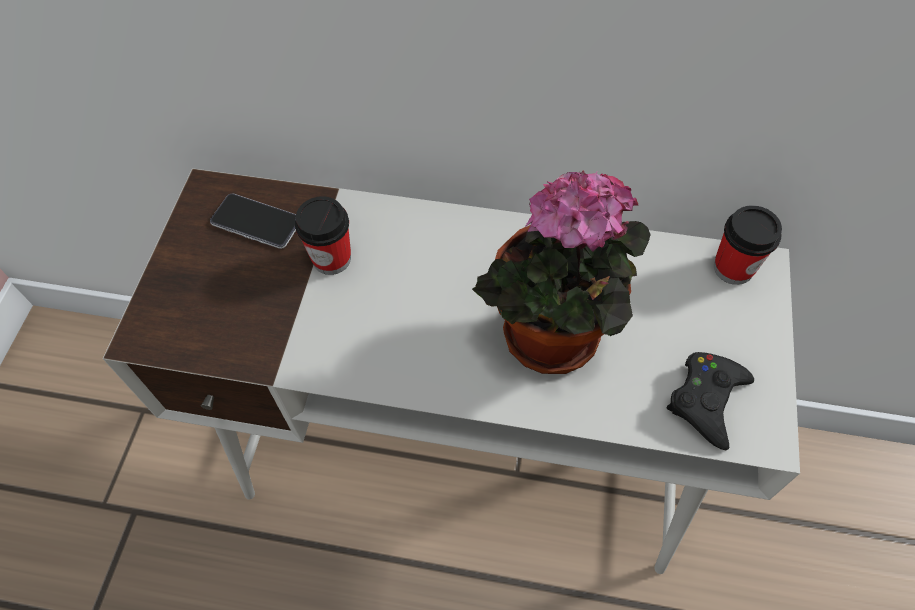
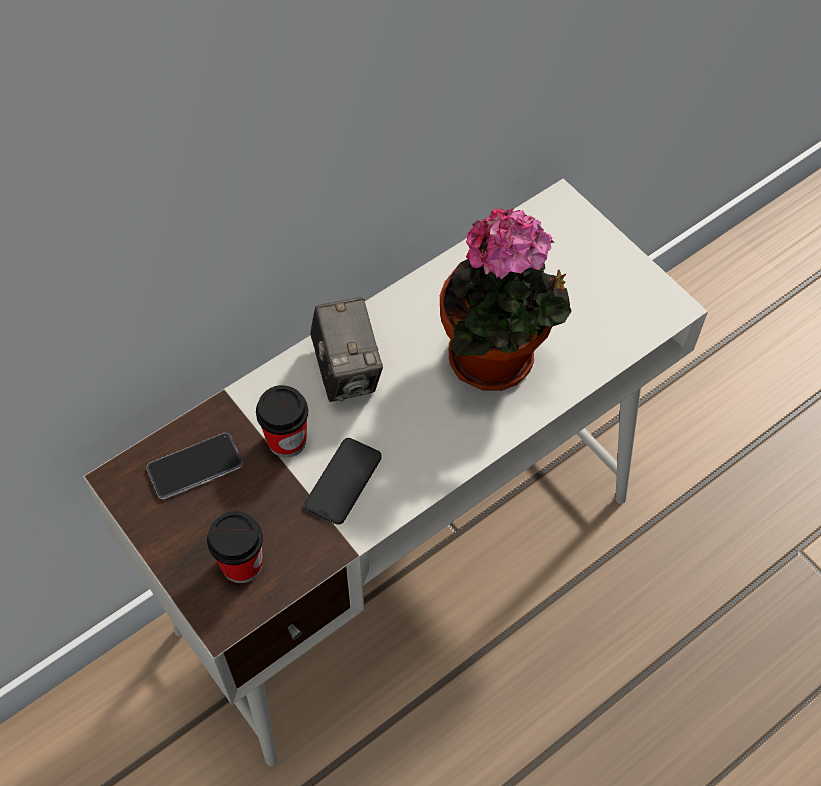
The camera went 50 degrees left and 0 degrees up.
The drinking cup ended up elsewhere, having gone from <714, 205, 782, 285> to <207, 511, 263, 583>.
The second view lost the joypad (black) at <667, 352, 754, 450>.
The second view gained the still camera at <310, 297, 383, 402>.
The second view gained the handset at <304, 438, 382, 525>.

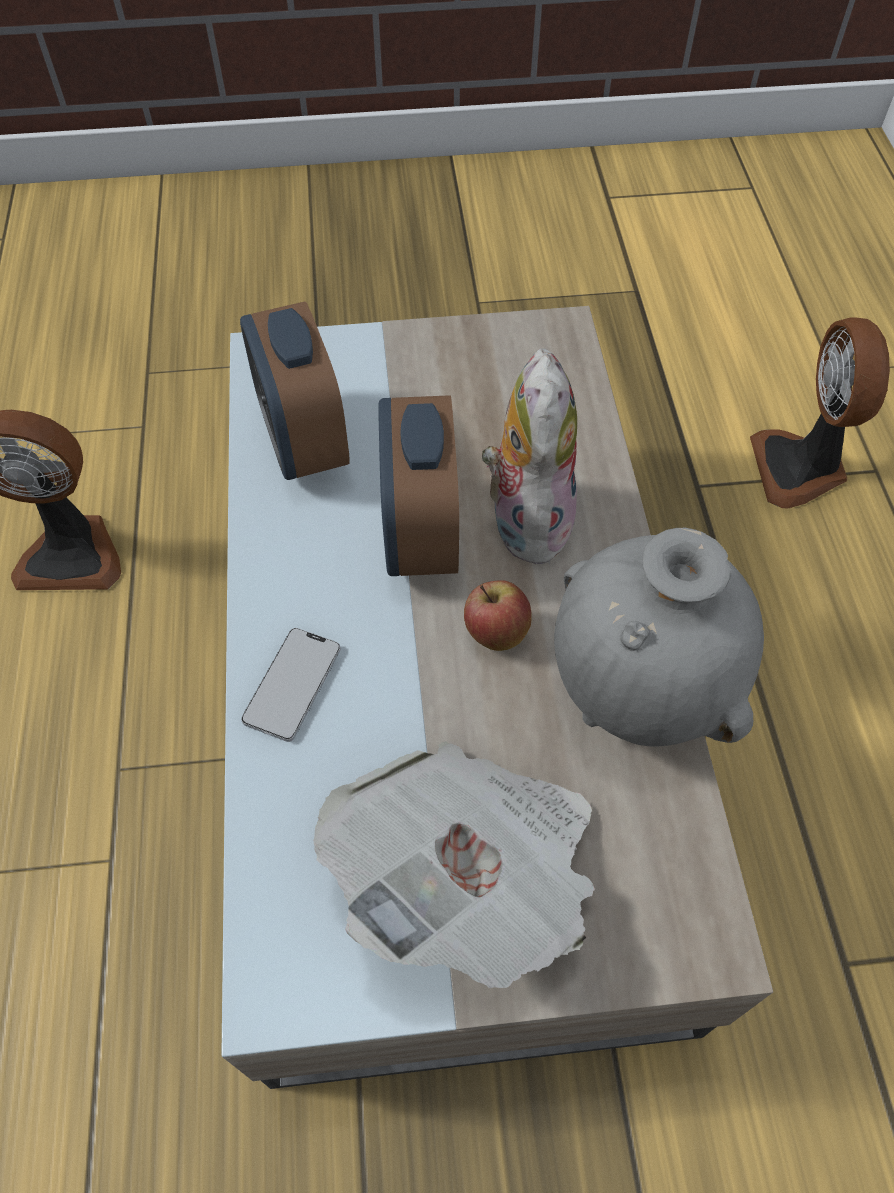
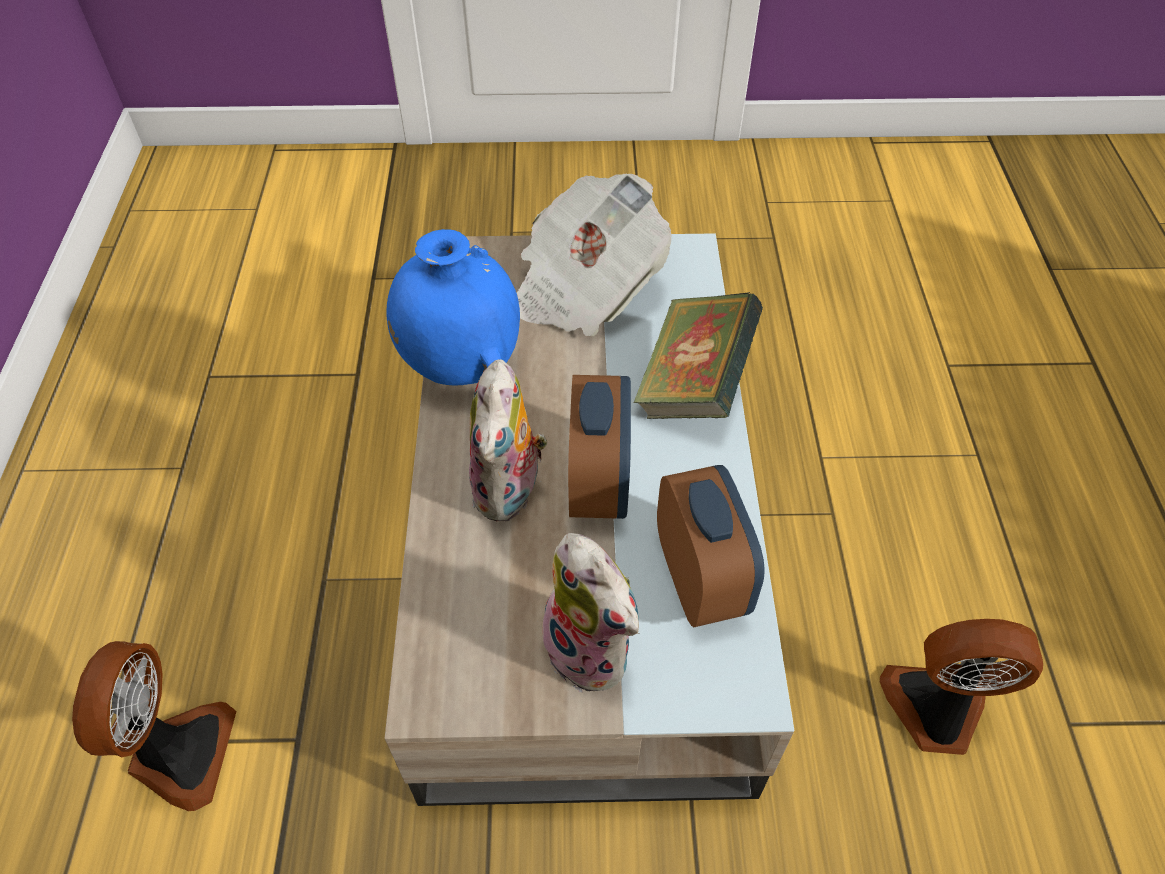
The camera went 175 degrees left and 5 degrees down.
What was the vase (gray) at <554, 528, 764, 747> turned into the vase (bluish) at <386, 229, 520, 385>.
The second view lost the whole apple at <464, 580, 532, 651>.
Where the handset stood at <241, 628, 341, 742>, the bound book came to stand at <633, 292, 763, 419>.
The second view gained the soft toy at <539, 533, 640, 693>.

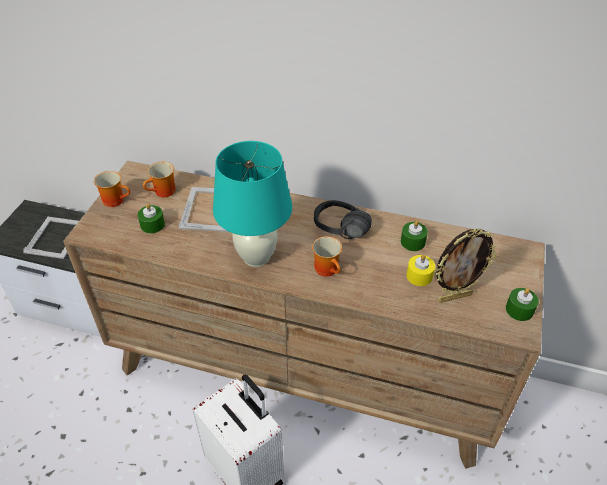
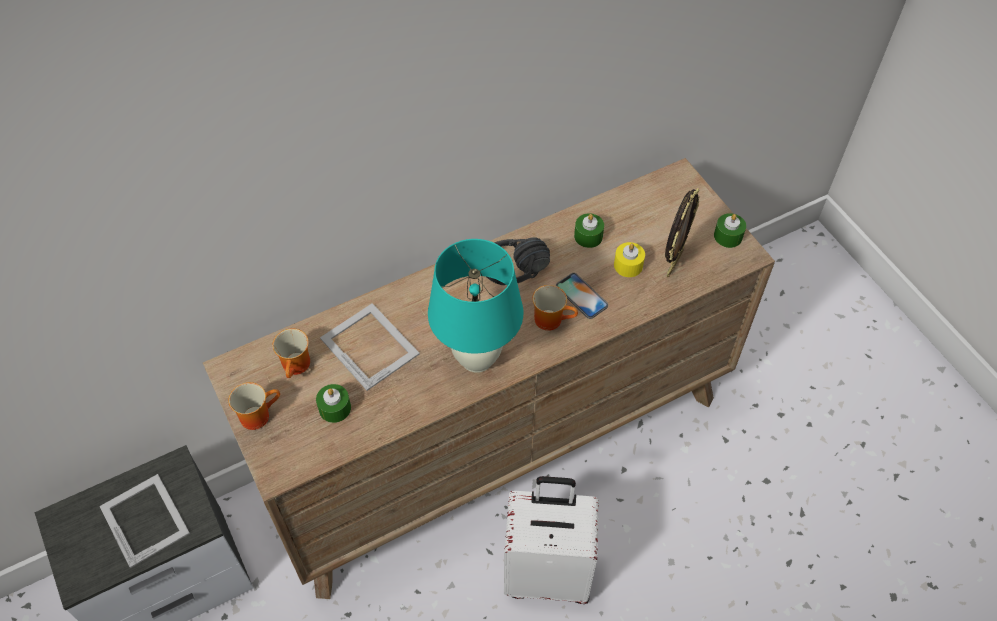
The camera went 45 degrees left and 10 degrees up.
The second view gained the handset at <556, 273, 608, 319>.

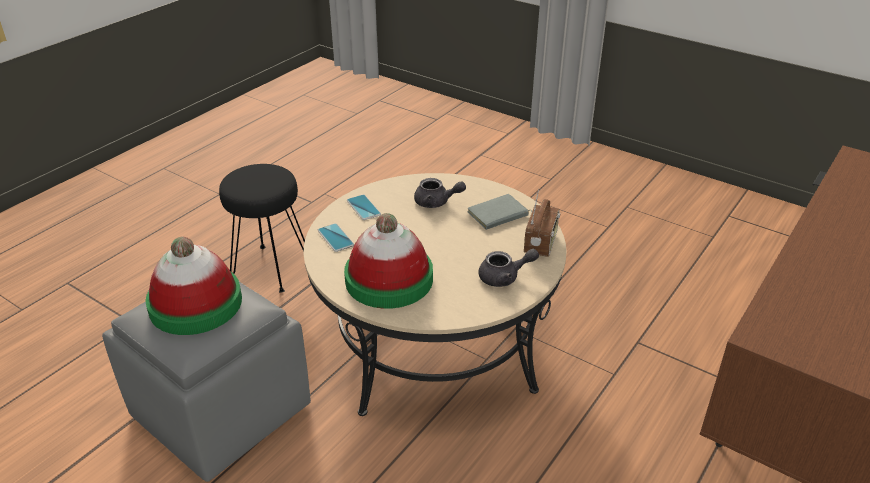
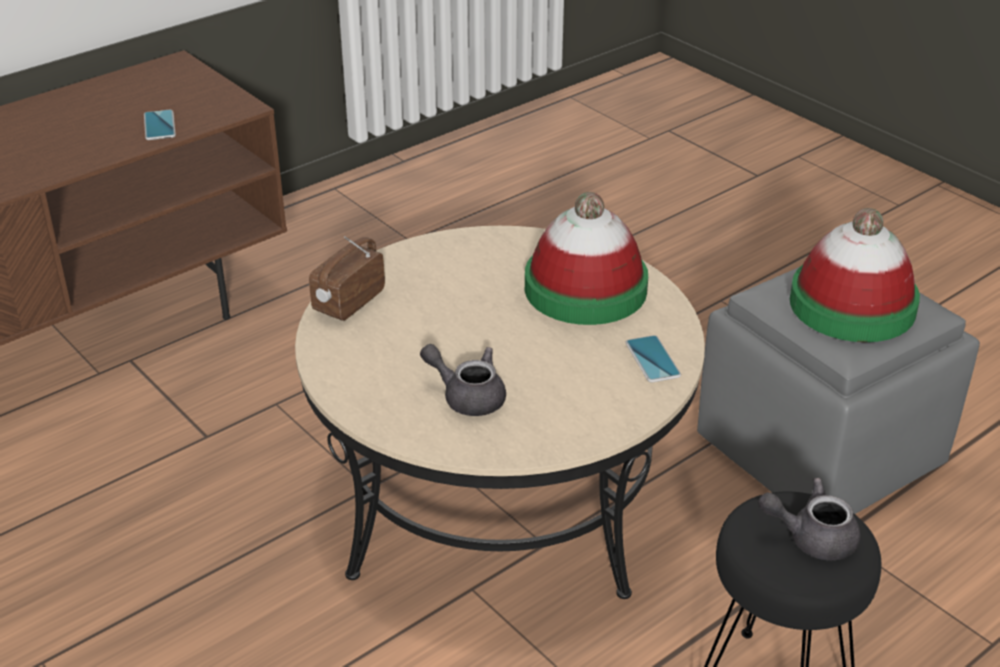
The camera went 165 degrees left and 0 degrees up.
The second view lost the bound book (gray) at <468, 194, 532, 230>.
The handset ended up elsewhere, having gone from <347, 195, 381, 220> to <144, 110, 176, 140>.
The teapot (gray) ended up elsewhere, having gone from <478, 249, 539, 287> to <758, 478, 861, 560>.

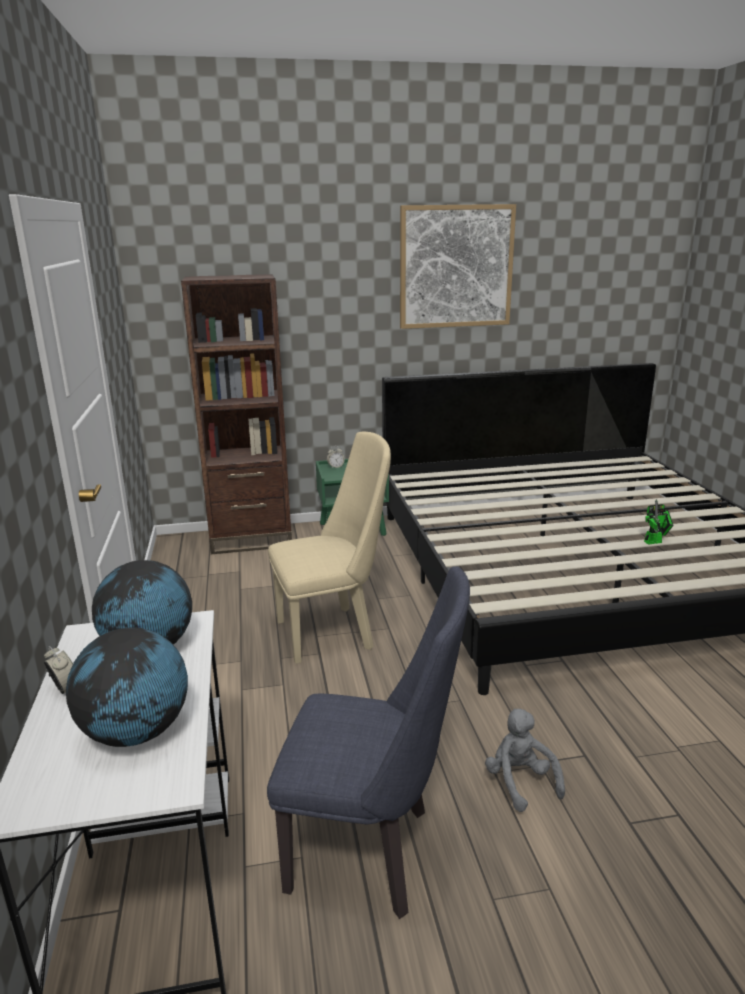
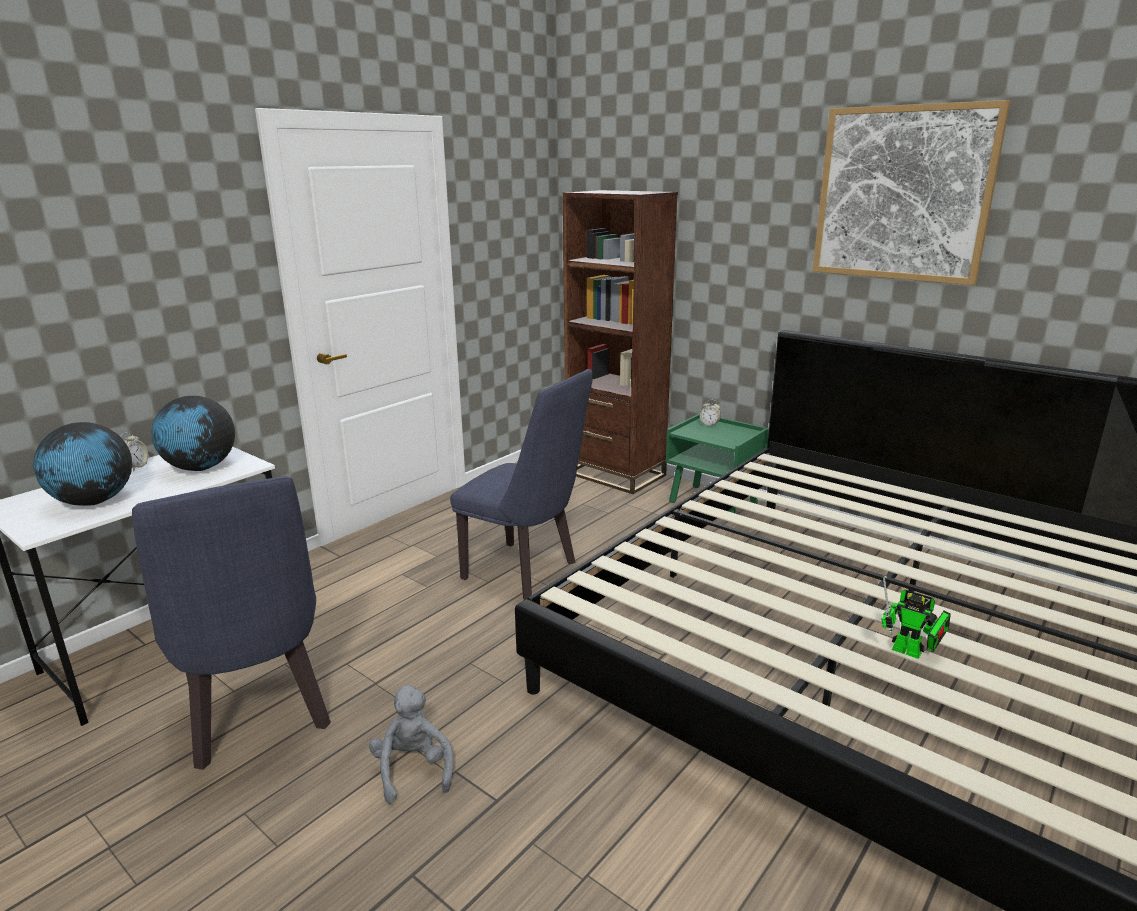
The camera went 50 degrees right and 0 degrees up.
What was the plain chair (beige) at <268, 432, 391, 664> turned into the plain chair (bluish) at <450, 369, 593, 600>.
The soft toy (gray) at <485, 709, 565, 812> ended up facing another way, 45 degrees counterclockwise from before.

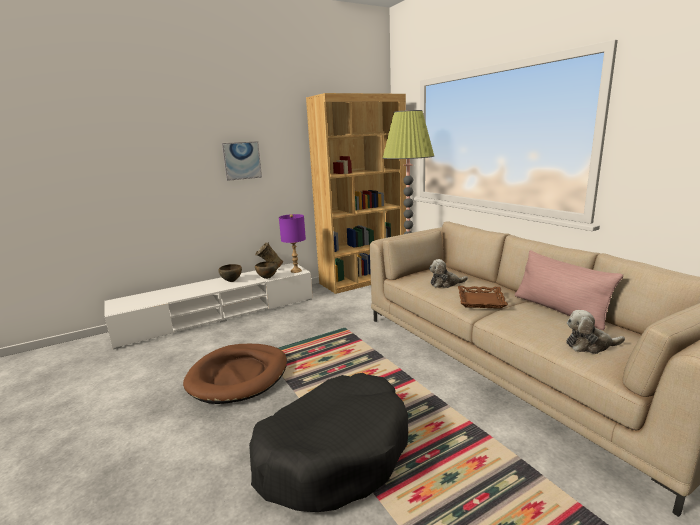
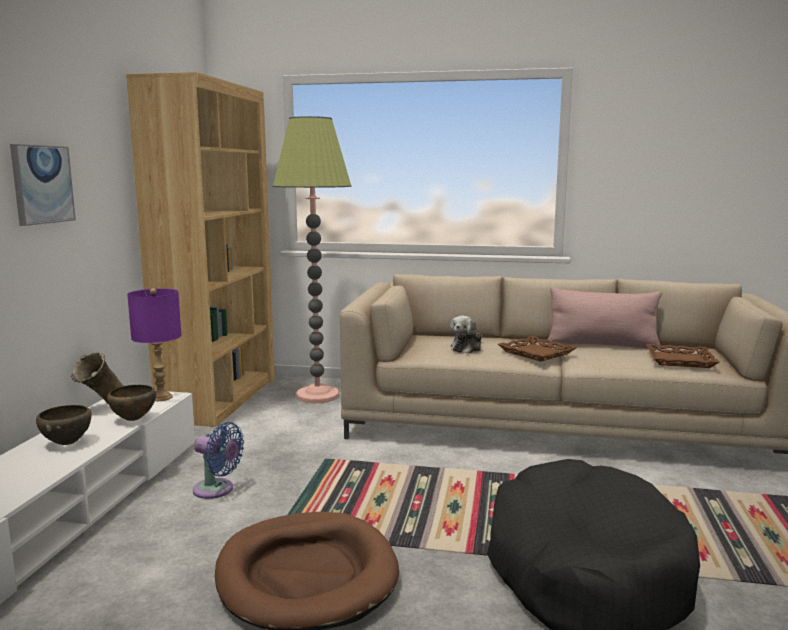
The camera went 50 degrees left and 5 degrees down.
Where the soft toy stood at <566, 310, 625, 354>, the tray (brownish) came to stand at <646, 344, 720, 368>.
The second view gained the fan (bluish) at <193, 422, 244, 499>.

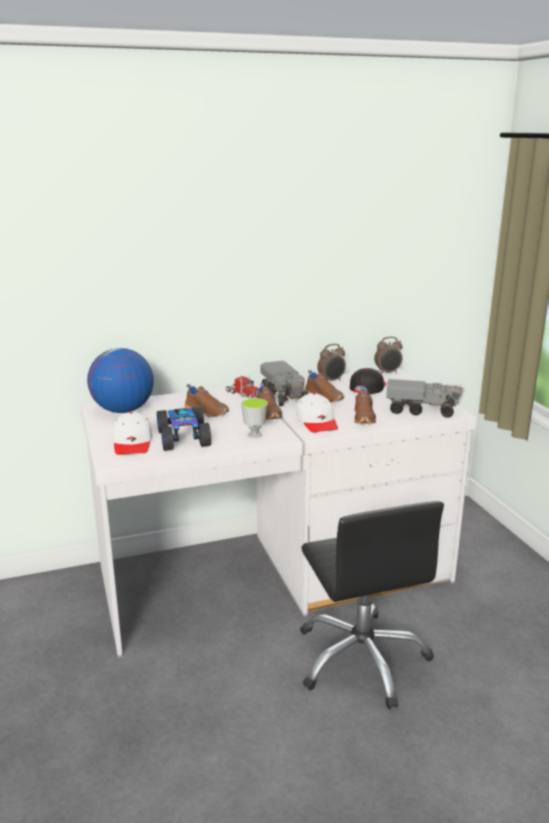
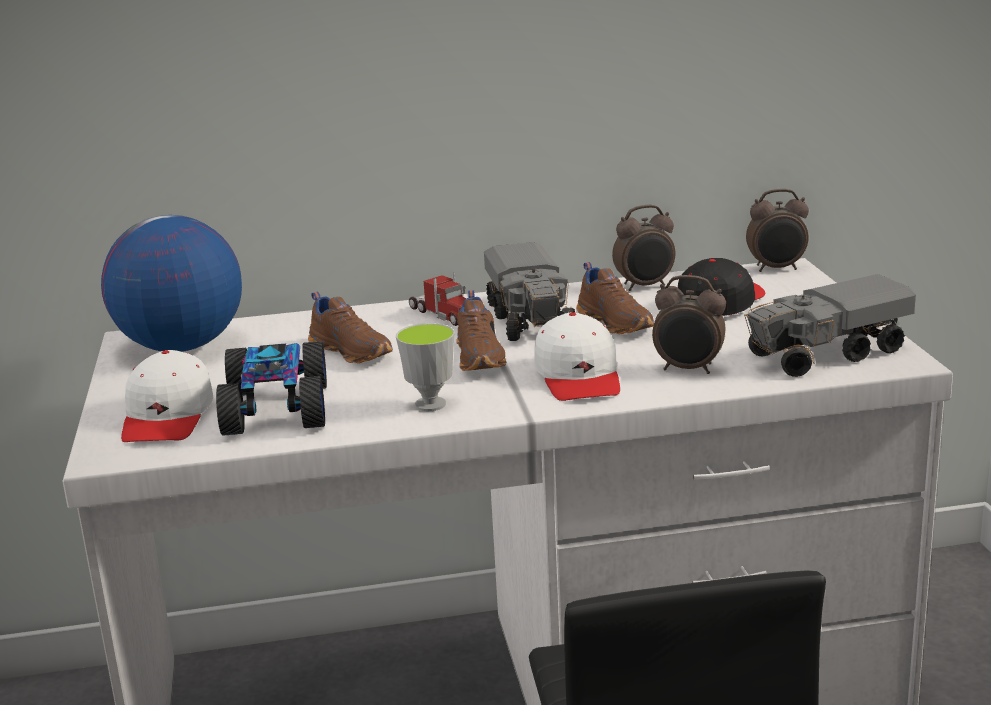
The camera went 10 degrees right and 0 degrees up.
The toy lorry at <386, 379, 465, 418> ended up facing another way, 135 degrees clockwise from before.
Where the item of footwear (brownish) stood at <354, 386, 376, 423>, the bedside clock came to stand at <652, 275, 726, 374>.

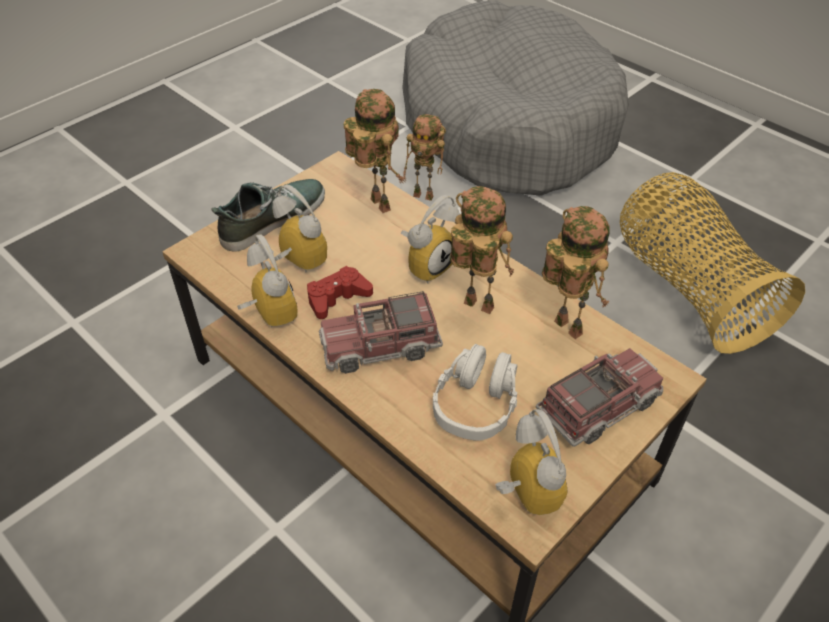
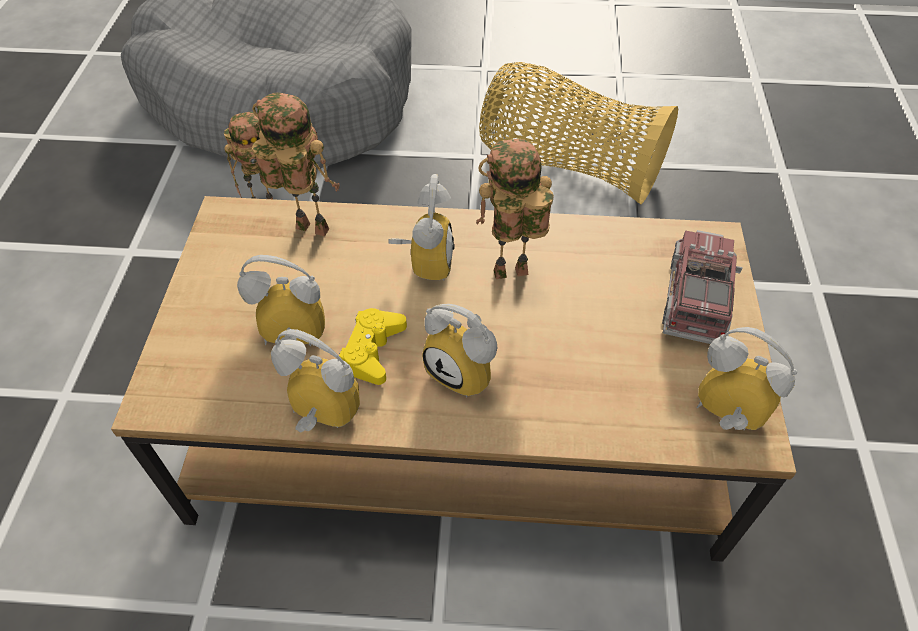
The camera went 40 degrees left and 5 degrees up.
The second view lost the item of footwear at <211, 179, 325, 252>.
The second view lost the toy robot at <542, 206, 610, 339>.
What was the joypad (red-coloured) at <307, 266, 373, 319> turned into the joypad (yellowish) at <339, 308, 407, 385>.
Where the toy lorry stood at <319, 291, 443, 374>, the bedside clock came to stand at <422, 304, 497, 397>.
The second view lost the headphones (gray) at <433, 344, 517, 441>.

